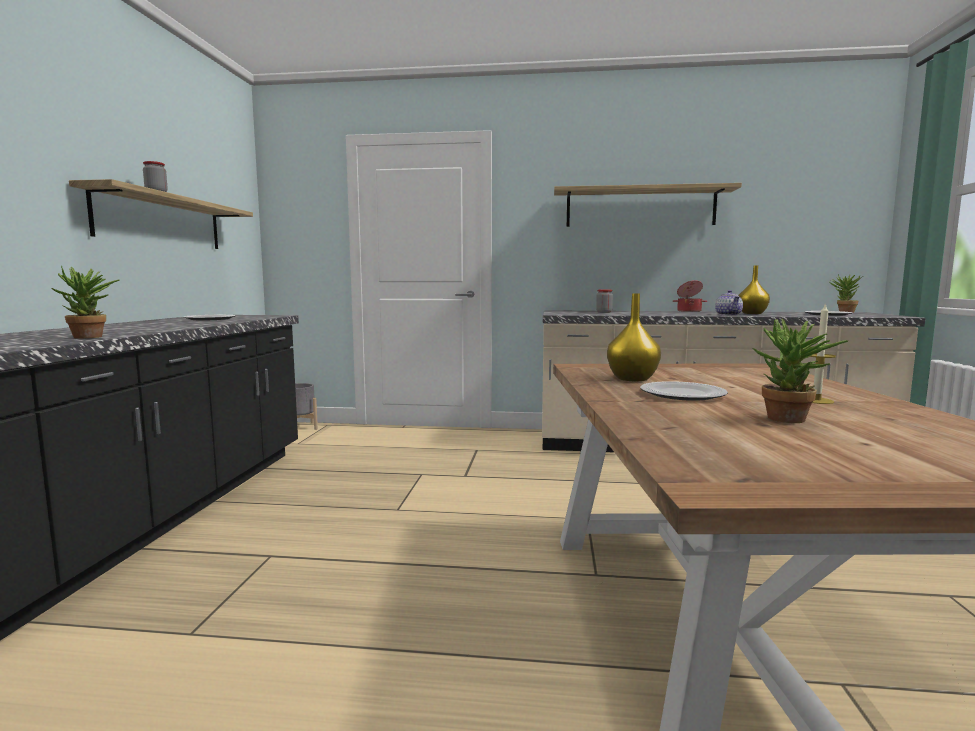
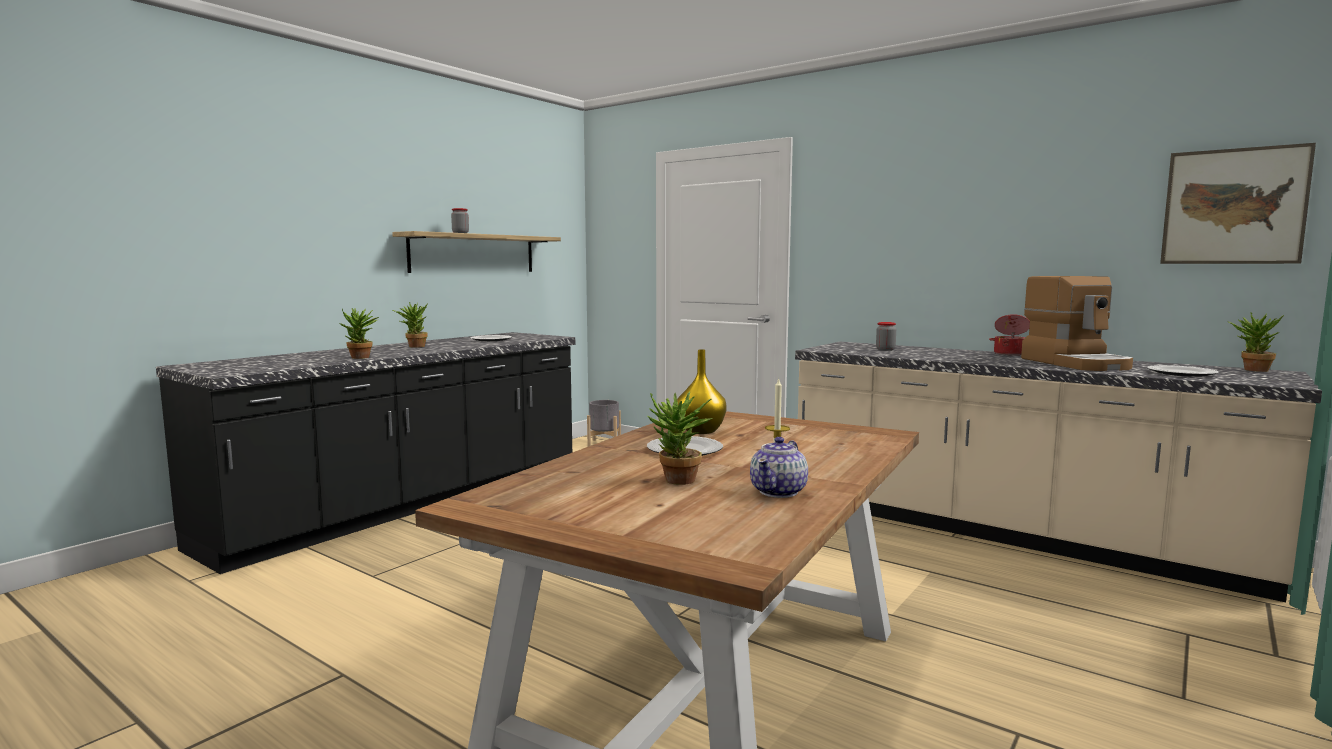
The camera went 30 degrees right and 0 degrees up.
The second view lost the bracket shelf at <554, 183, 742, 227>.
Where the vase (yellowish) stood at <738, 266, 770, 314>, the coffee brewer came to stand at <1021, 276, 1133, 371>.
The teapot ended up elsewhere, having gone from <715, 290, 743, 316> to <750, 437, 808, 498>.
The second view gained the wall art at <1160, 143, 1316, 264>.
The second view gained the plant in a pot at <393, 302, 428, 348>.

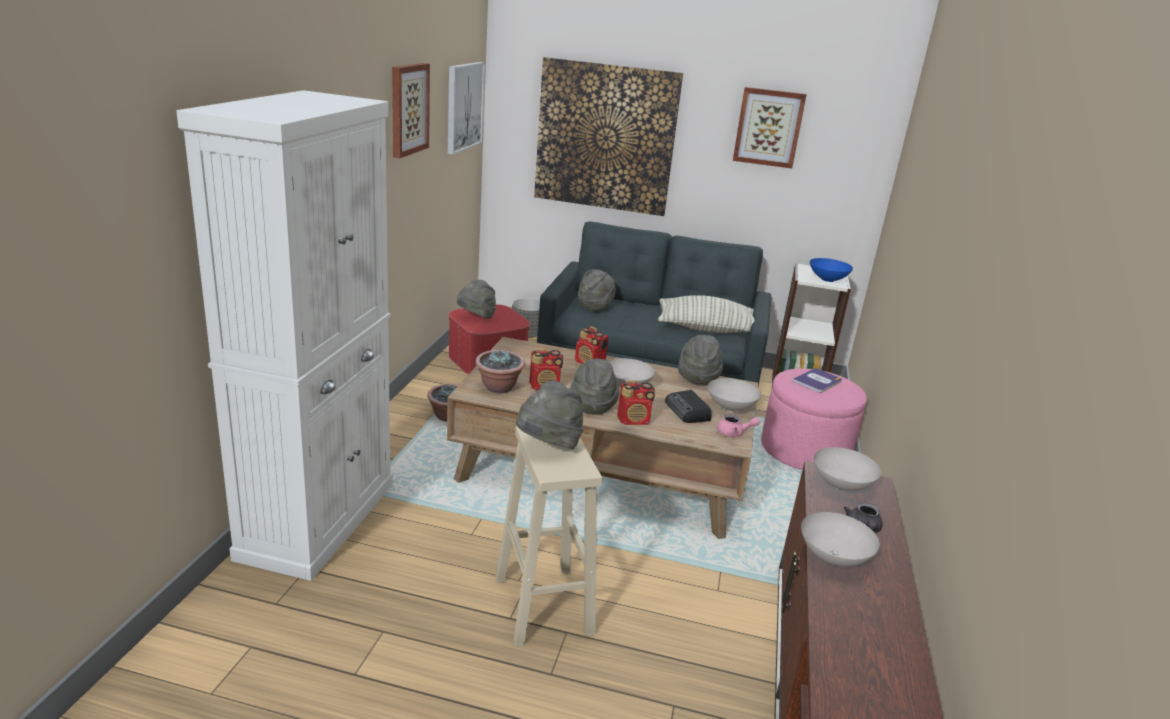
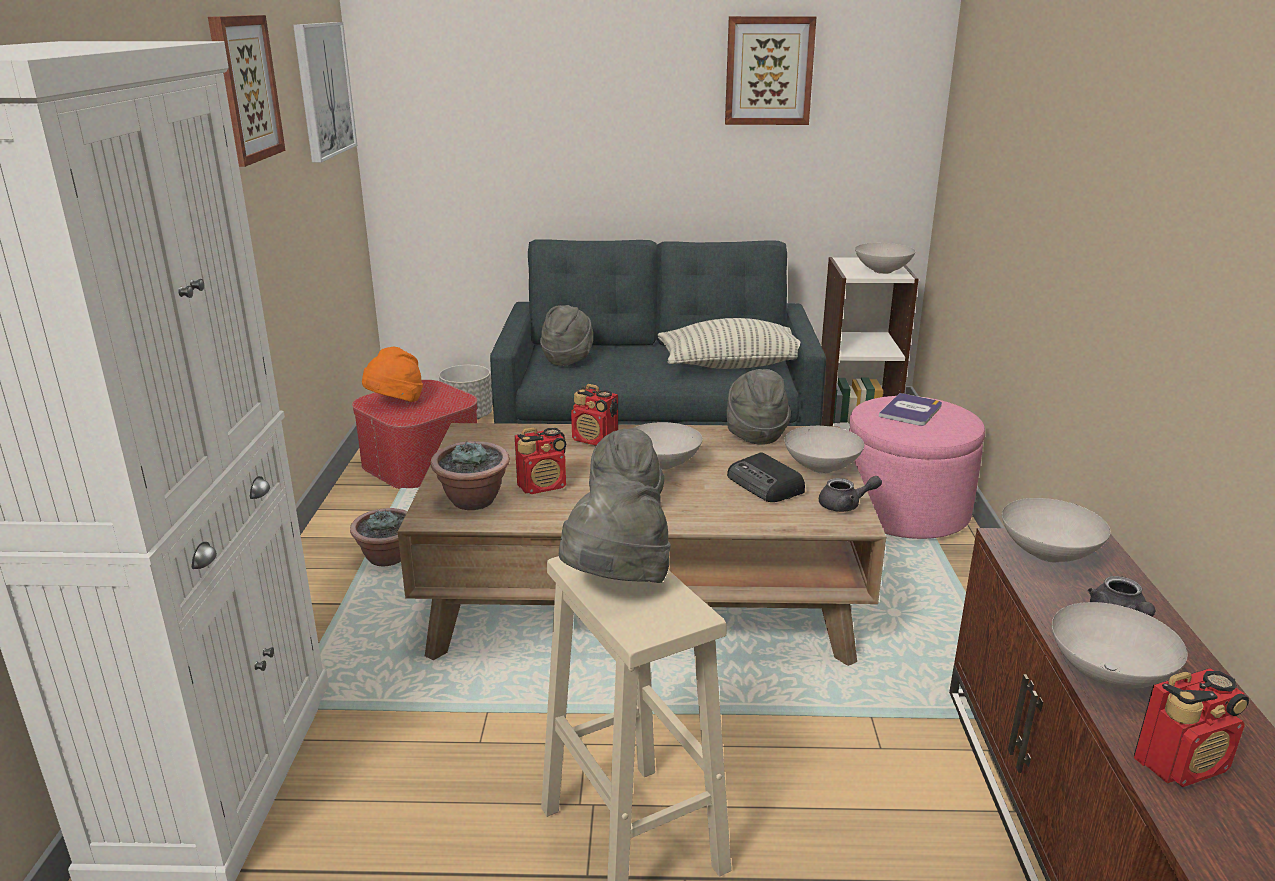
The camera went 10 degrees left and 0 degrees up.
The second view lost the wall art at <534, 57, 683, 216>.
What was the bowl (bluish) at <810, 258, 853, 282> turned into the bowl (whitish) at <855, 243, 916, 274>.
What was the clothing hat (gray) at <457, 280, 496, 318> turned into the clothing hat (orangey) at <362, 347, 423, 402>.
The radio set ended up elsewhere, having gone from <617, 380, 655, 425> to <1134, 668, 1249, 787>.
What was the teapot (pinkish) at <717, 414, 760, 437> turned into the teapot (gray) at <819, 476, 882, 512>.

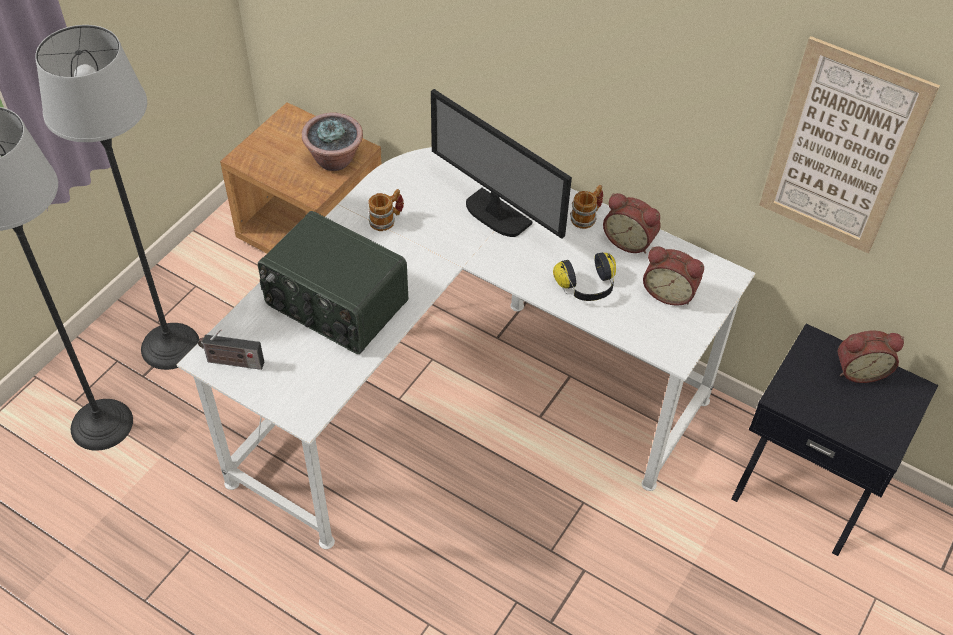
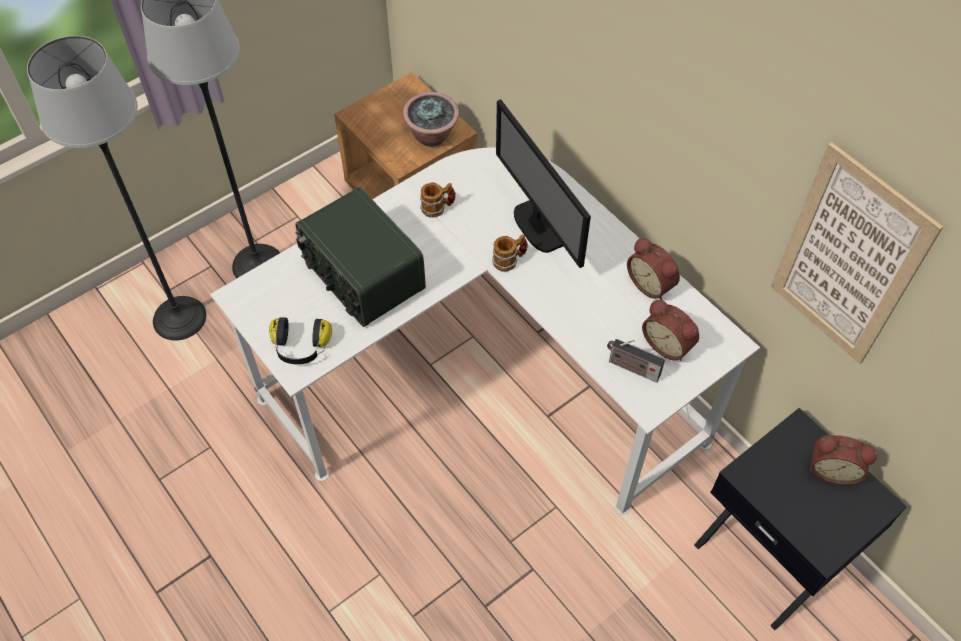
The camera went 20 degrees right and 5 degrees up.
The mug ended up elsewhere, having gone from <570, 185, 603, 229> to <492, 234, 528, 272>.
The headphones ended up elsewhere, having gone from <553, 252, 616, 301> to <269, 317, 332, 364>.
The radio set ended up elsewhere, having gone from <198, 329, 264, 370> to <607, 339, 665, 383>.

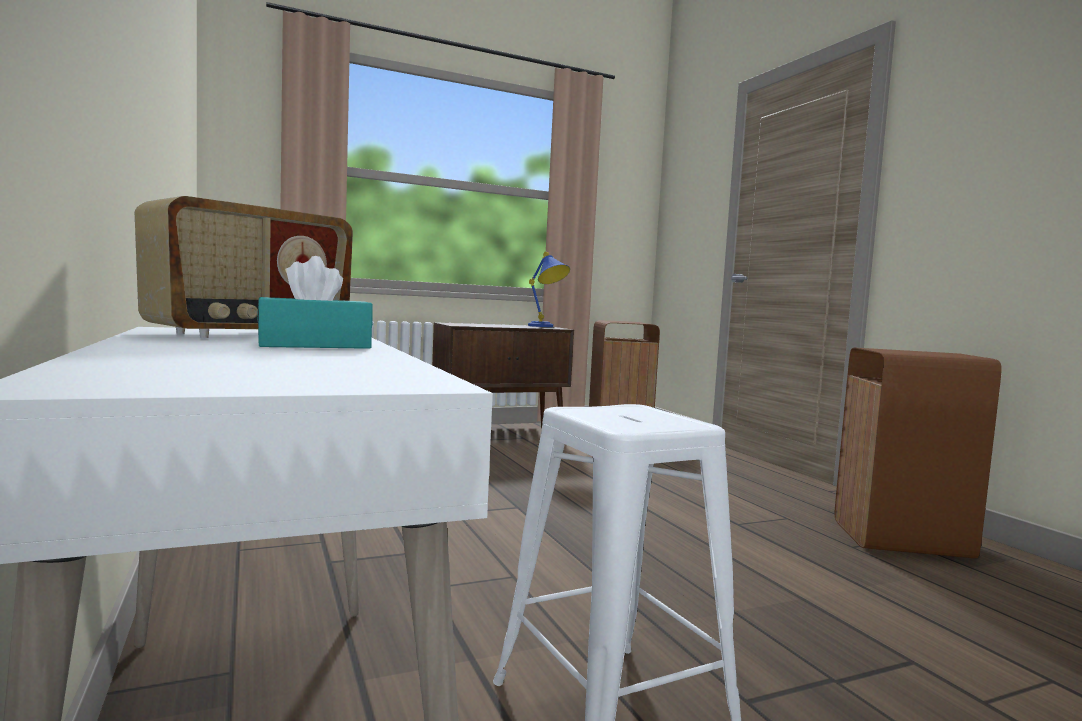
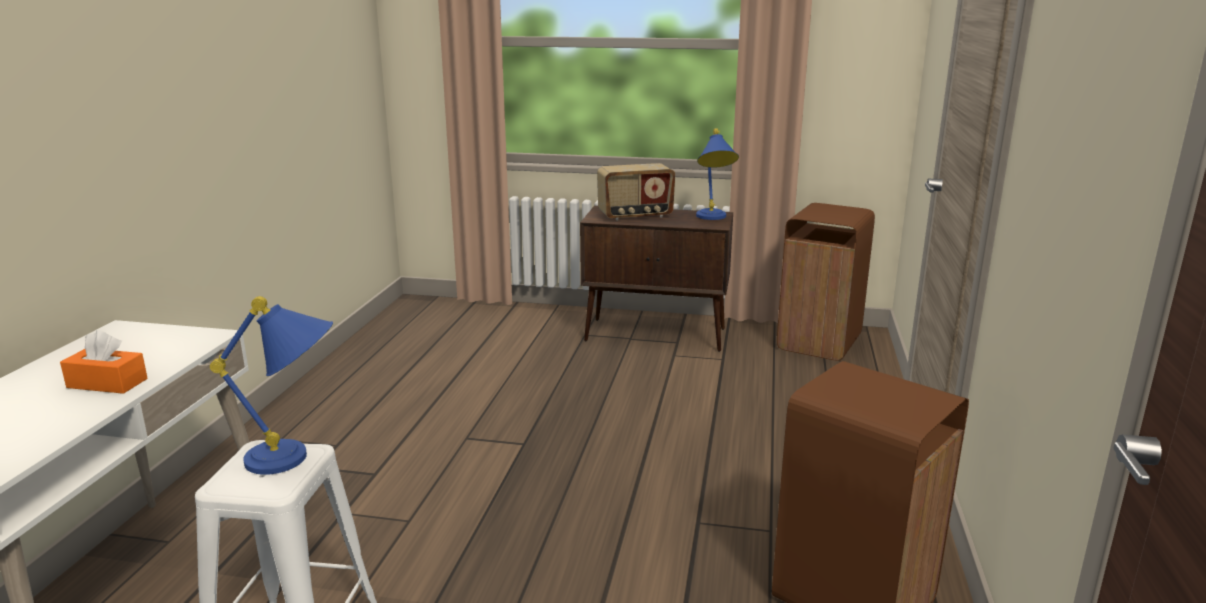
The camera went 35 degrees right and 15 degrees up.
The radio set ended up elsewhere, having gone from <135, 196, 353, 338> to <597, 163, 675, 221>.
What was the tissue box (blue-green) at <257, 256, 373, 349> turned into the tissue box (orangey) at <60, 330, 148, 394>.
The second view gained the lamp for a table (bluish) at <210, 296, 333, 475>.

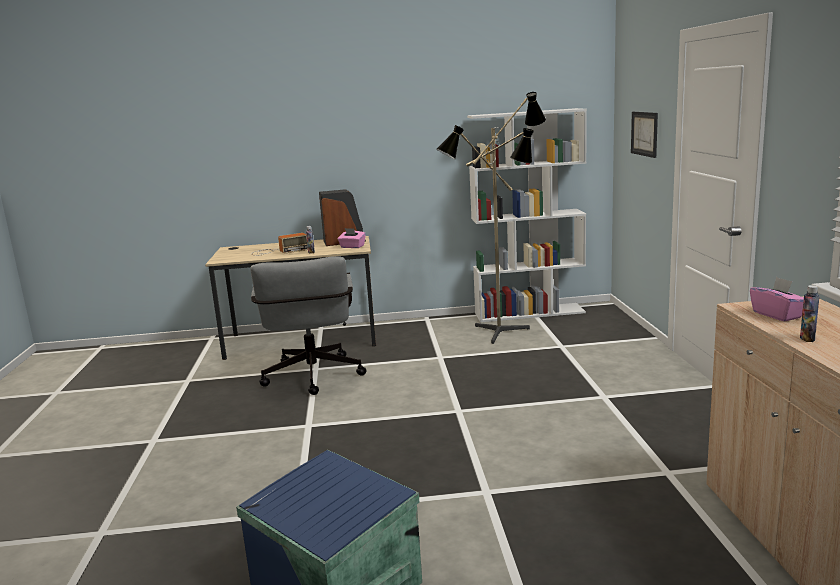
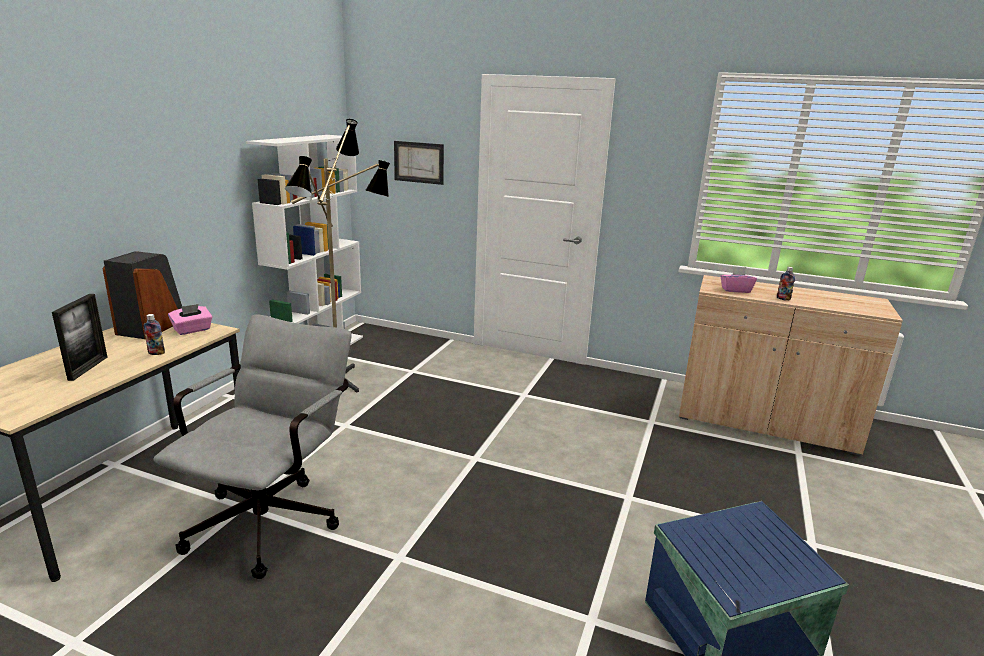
The camera went 65 degrees left and 5 degrees up.
Where the radio set stood at <252, 233, 308, 256>, the standing frame came to stand at <52, 294, 108, 381>.
The computer chair (gray) at <251, 256, 366, 395> ended up facing another way, 90 degrees counterclockwise from before.

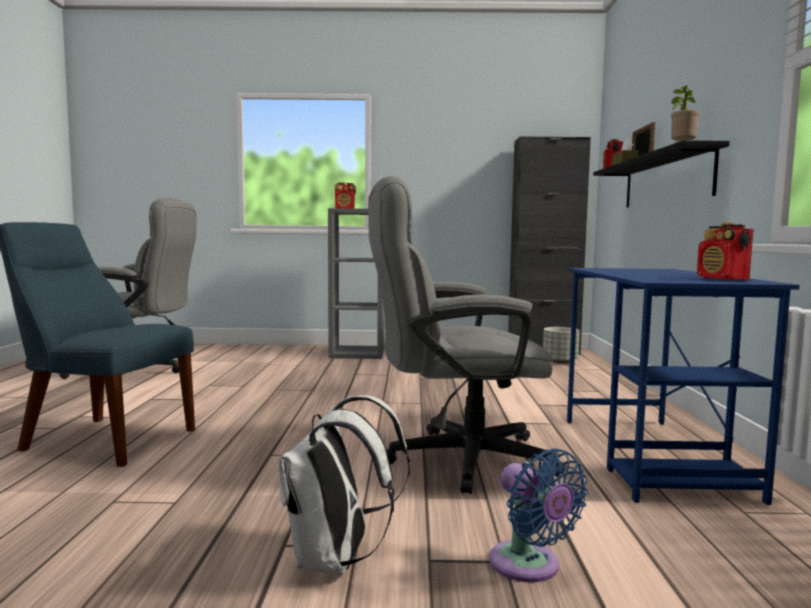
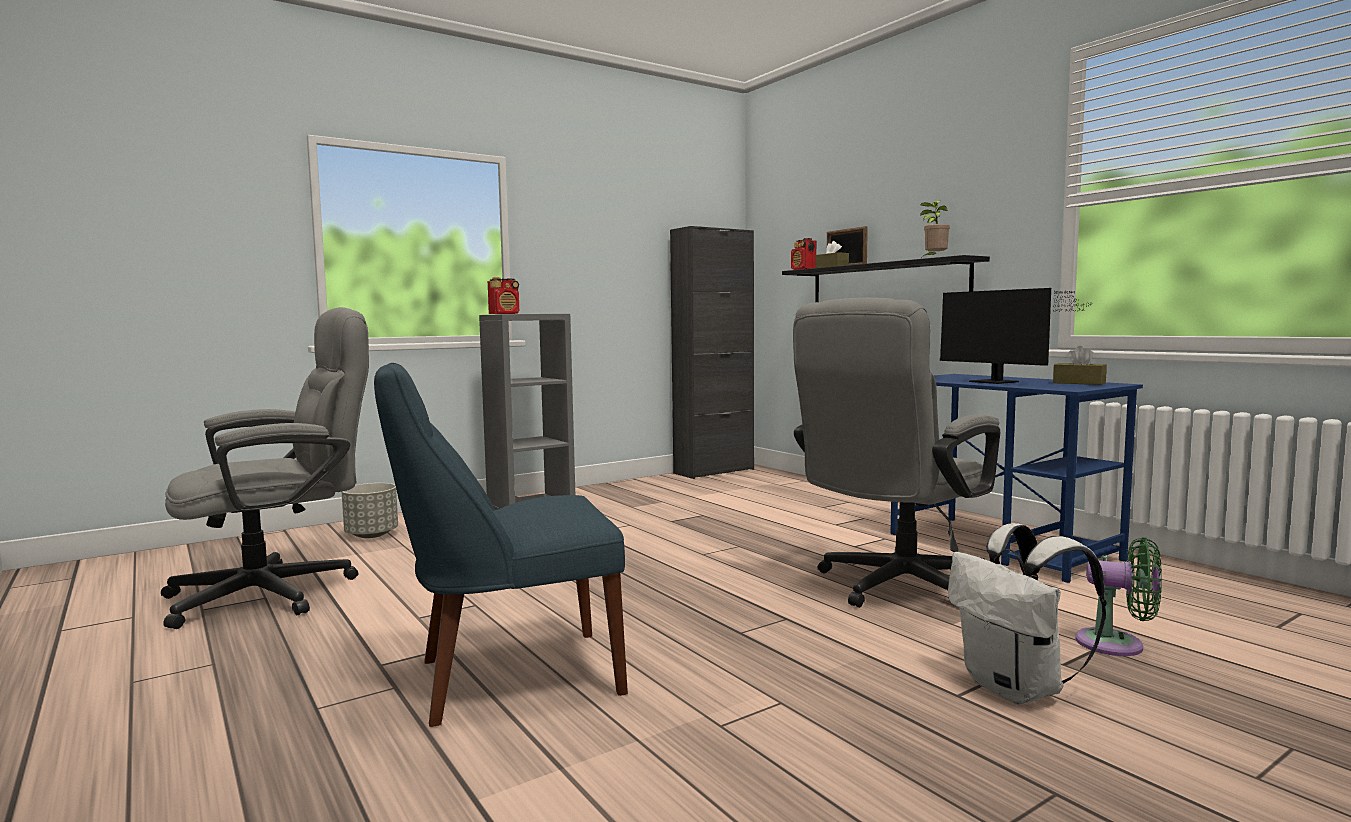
The camera went 35 degrees left and 0 degrees up.
Where the radio set stood at <697, 222, 753, 280>, the tissue box (brownish) came to stand at <1053, 346, 1107, 385>.
The planter (gray) ended up elsewhere, having gone from <543, 327, 580, 364> to <342, 483, 398, 538>.
What was the fan (bluish) at <489, 448, 588, 582> turned into the fan (greenish) at <1075, 537, 1162, 656>.
The second view gained the monitor at <940, 288, 1092, 384>.

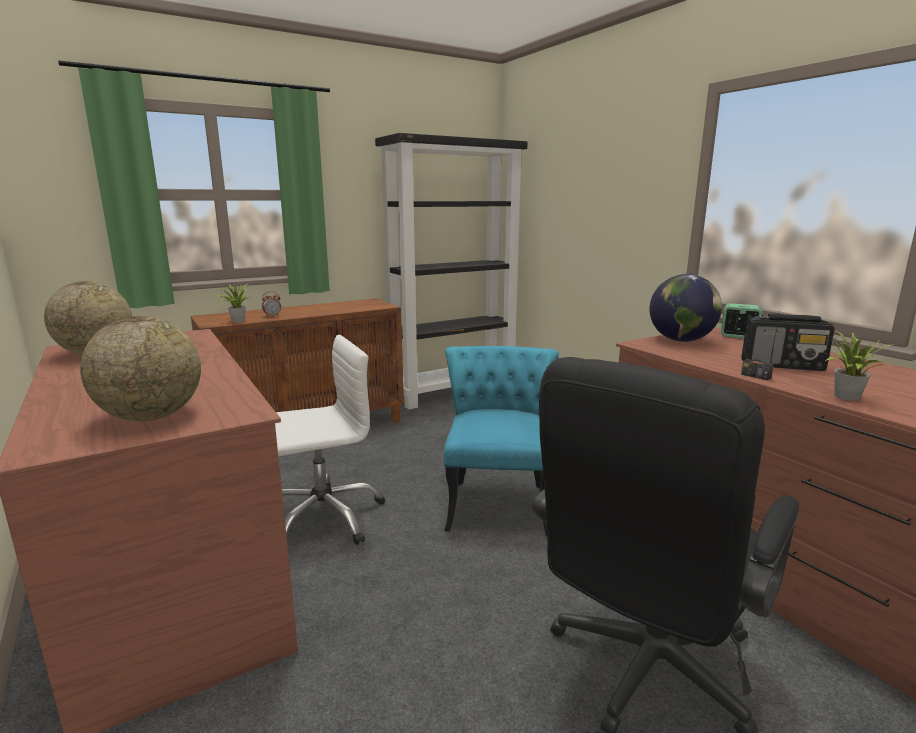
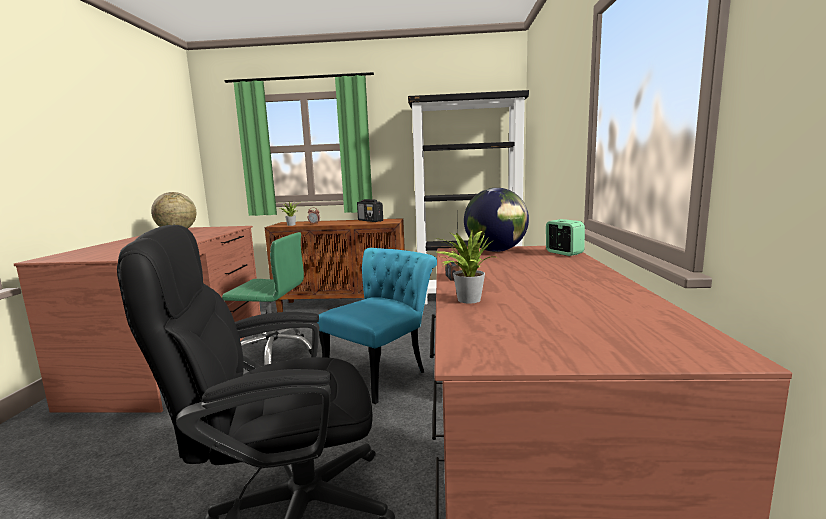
The camera went 35 degrees right and 5 degrees down.
The radio set ended up elsewhere, having gone from <741, 314, 835, 371> to <357, 199, 383, 222>.
The second view lost the desk globe at <80, 316, 201, 421>.
What was the computer chair (whitish) at <275, 335, 385, 545> turned into the computer chair (greenish) at <222, 232, 312, 365>.

